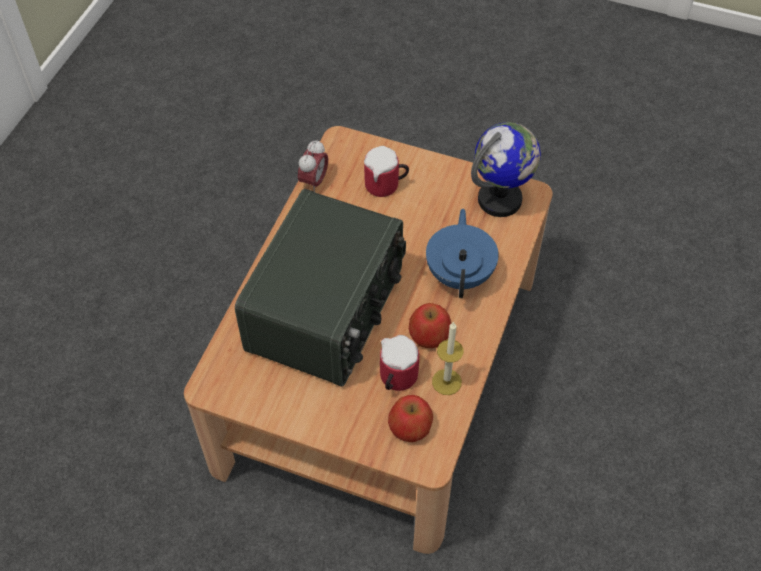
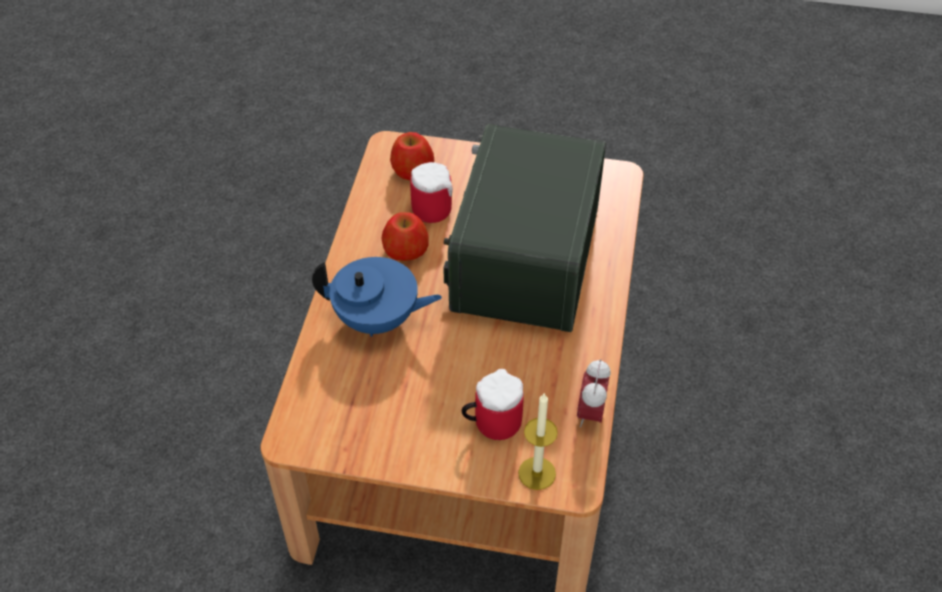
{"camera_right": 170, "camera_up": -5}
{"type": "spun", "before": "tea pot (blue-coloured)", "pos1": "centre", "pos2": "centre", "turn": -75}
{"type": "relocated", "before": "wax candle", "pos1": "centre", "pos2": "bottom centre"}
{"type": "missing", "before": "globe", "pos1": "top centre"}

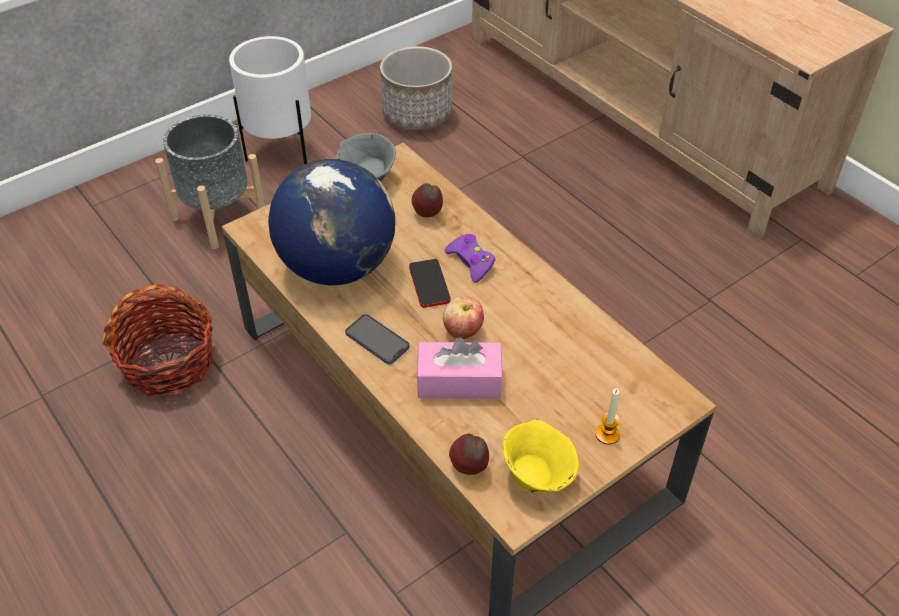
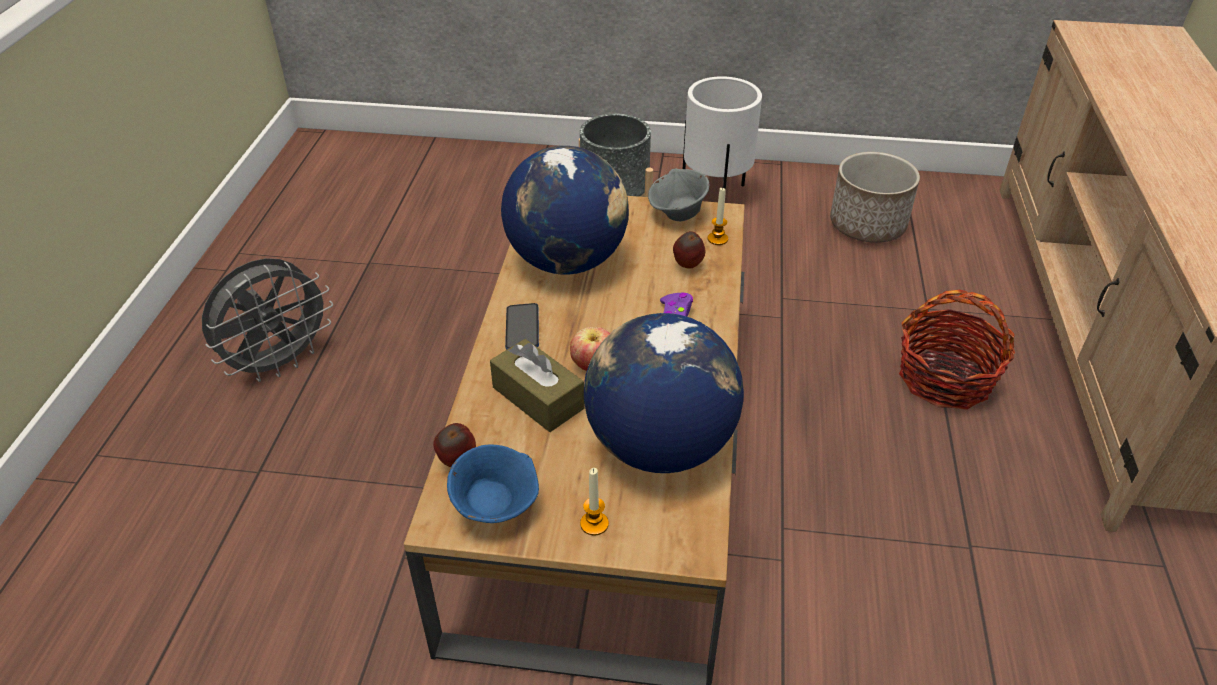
{"camera_right": 45, "camera_up": -5}
{"type": "relocated", "before": "household basket", "pos1": "middle left", "pos2": "middle right"}
{"type": "missing", "before": "handset (no. 2 from left)", "pos1": "centre"}
{"type": "colour", "before": "tissue holder (pink)", "after": "tissue holder (brown)", "pos1": "centre", "pos2": "centre"}
{"type": "colour", "before": "bowl (yellowish)", "after": "bowl (blue-coloured)", "pos1": "bottom centre", "pos2": "bottom centre"}
{"type": "appeared", "after": "cooling fan (grey)", "pos2": "middle left"}
{"type": "appeared", "after": "globe (no. 2 from left)", "pos2": "centre"}
{"type": "appeared", "after": "wax candle (no. 2 from left)", "pos2": "top centre"}

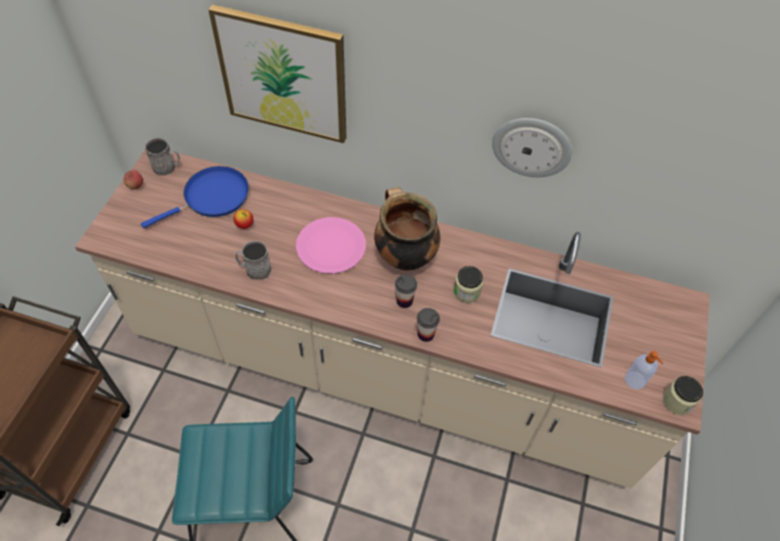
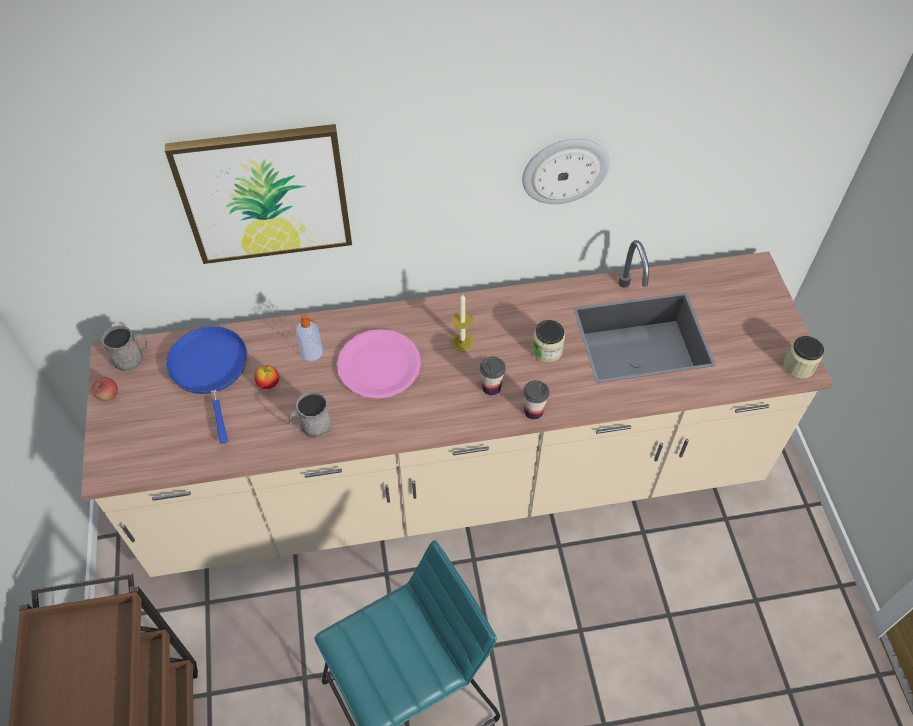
{"camera_right": -25, "camera_up": 0}
{"type": "spun", "before": "skillet (blue-coloured)", "pos1": "middle left", "pos2": "middle left", "turn": -45}
{"type": "exchanged", "before": "cooking pot", "after": "wax candle", "pos1": "centre", "pos2": "centre"}
{"type": "relocated", "before": "soap bottle", "pos1": "bottom right", "pos2": "centre"}

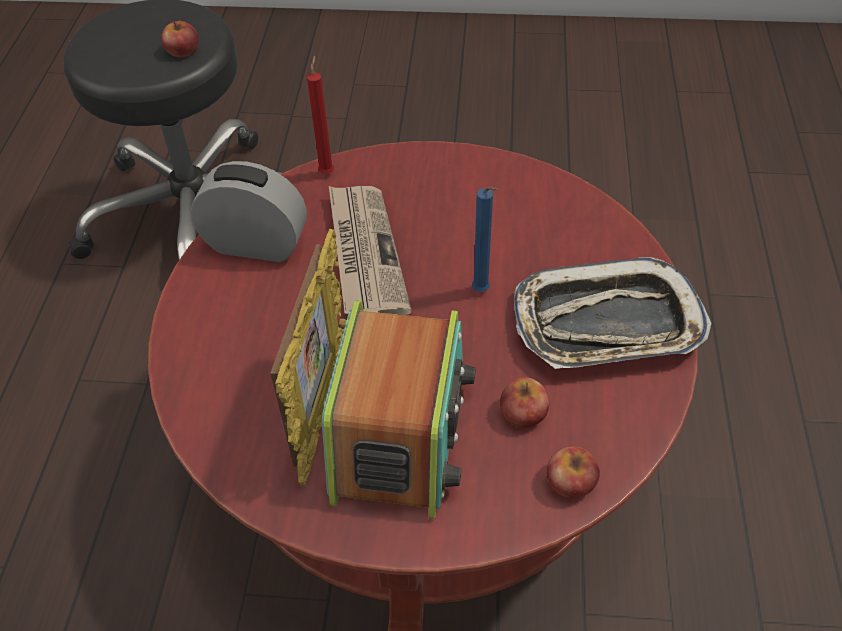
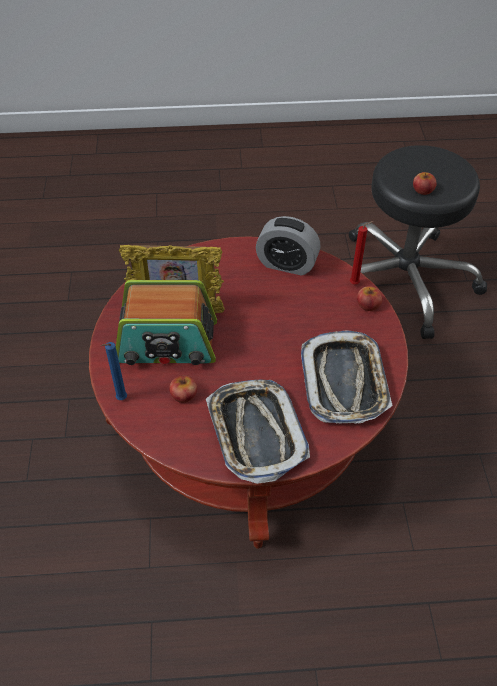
{"camera_right": 80, "camera_up": 0}
{"type": "spun", "before": "table clock", "pos1": "middle left", "pos2": "centre", "turn": 105}
{"type": "missing", "before": "newspaper", "pos1": "centre"}
{"type": "relocated", "before": "wax candle (blue-coloured)", "pos1": "centre", "pos2": "middle left"}
{"type": "relocated", "before": "whole apple (no. 3 from left in the first image)", "after": "whole apple (no. 2 from left)", "pos1": "bottom right", "pos2": "middle right"}
{"type": "appeared", "after": "tray (no. 2 from left)", "pos2": "middle right"}

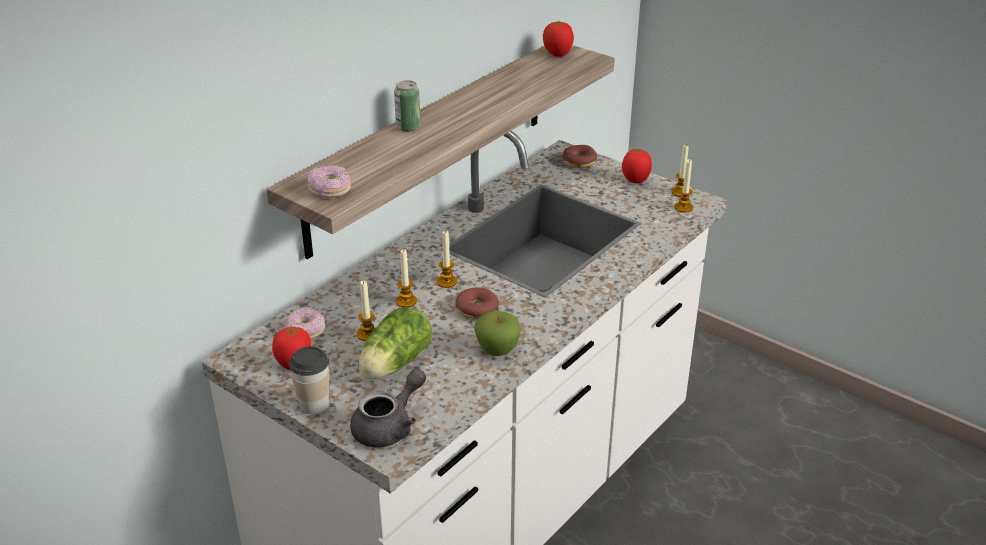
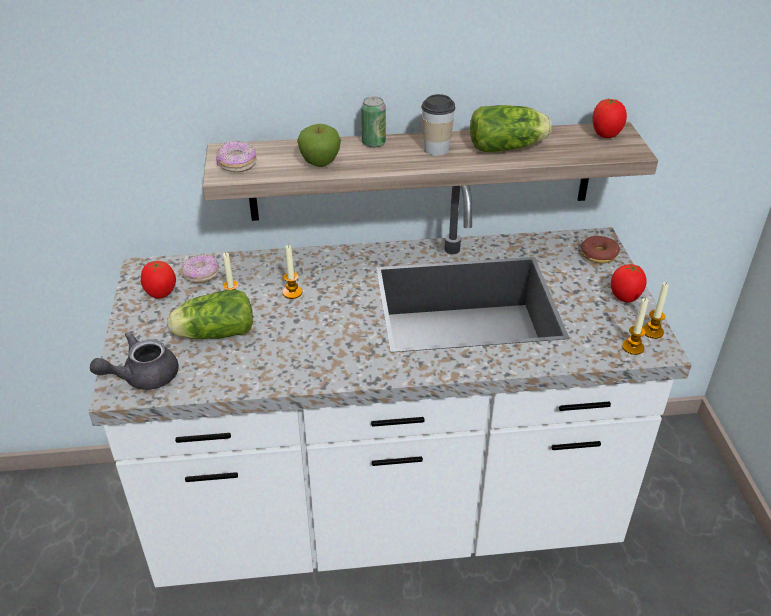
{"camera_right": 45, "camera_up": 5}
{"type": "relocated", "before": "cup", "pos1": "bottom left", "pos2": "top centre"}
{"type": "spun", "before": "tea pot (grey)", "pos1": "bottom centre", "pos2": "middle left", "turn": 150}
{"type": "missing", "before": "wax candle (no. 3 from left)", "pos1": "centre"}
{"type": "missing", "before": "donut (no. 3 from left)", "pos1": "centre"}
{"type": "relocated", "before": "whole apple", "pos1": "centre", "pos2": "top centre"}
{"type": "appeared", "after": "head of lettuce (no. 2 from left)", "pos2": "top centre"}

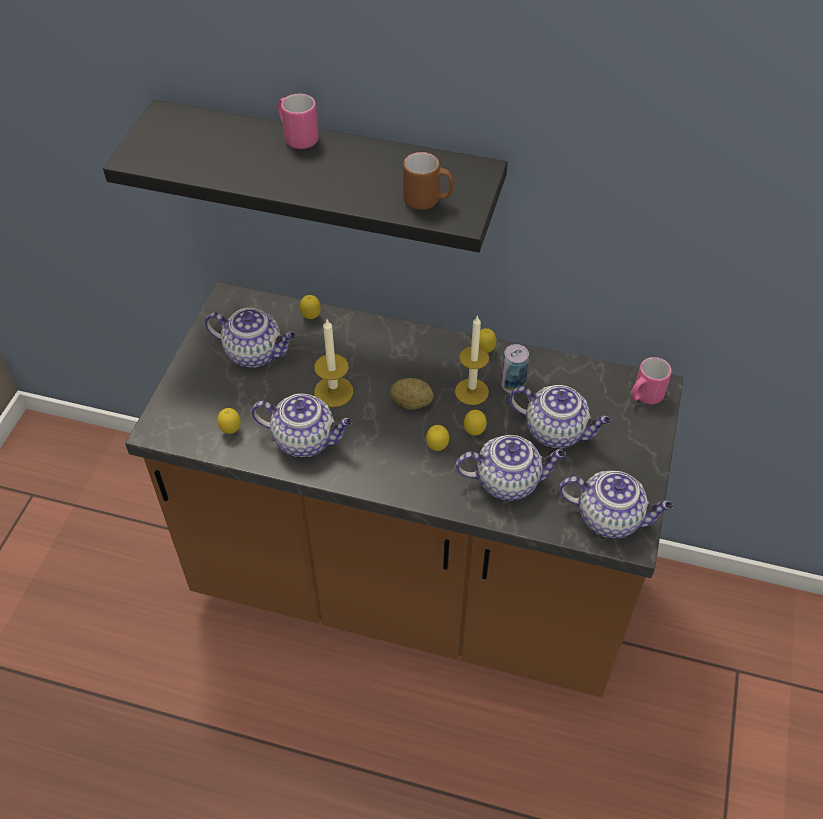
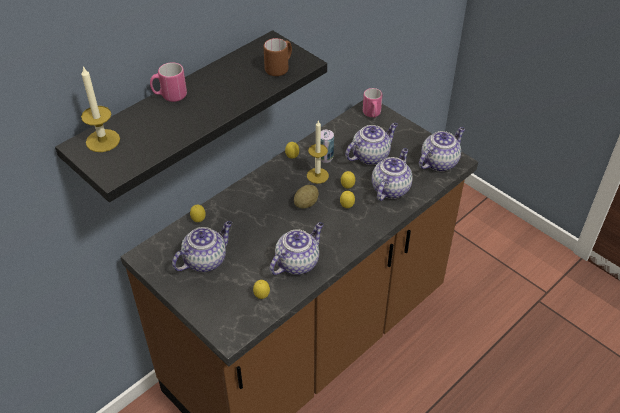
{"camera_right": -60, "camera_up": -5}
{"type": "relocated", "before": "wax candle (no. 1 from left)", "pos1": "centre", "pos2": "top left"}

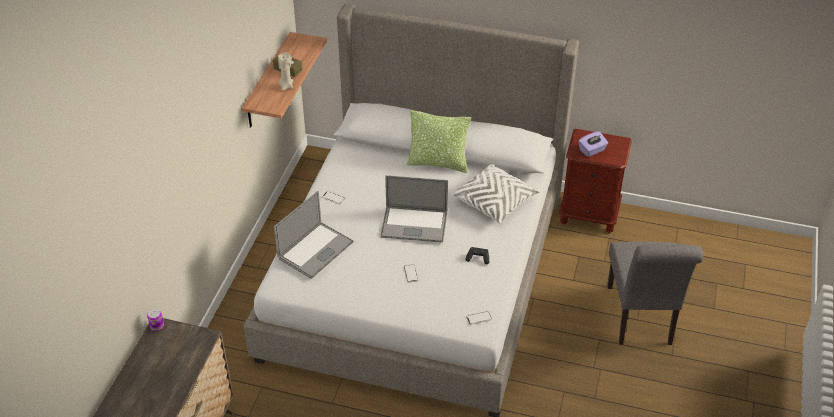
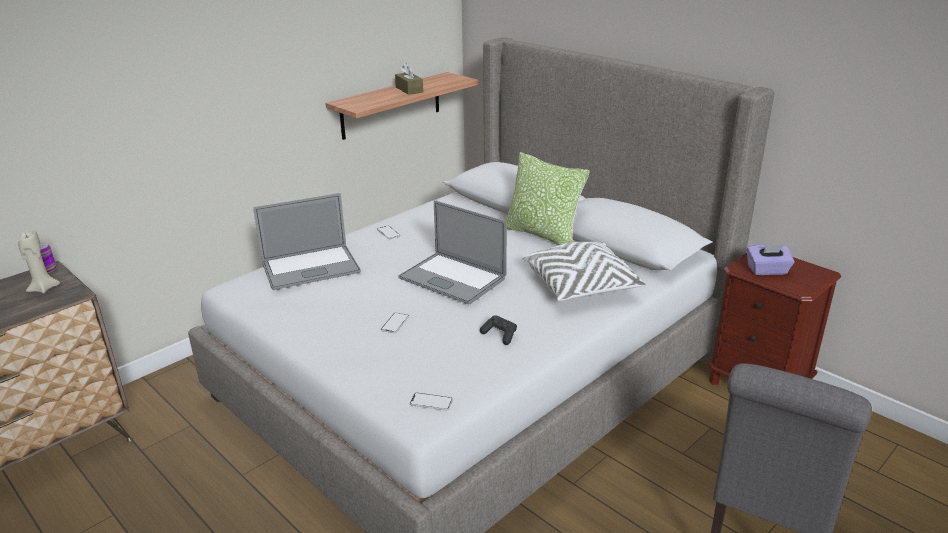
{"camera_right": 30, "camera_up": -15}
{"type": "relocated", "before": "wax candle (beige)", "pos1": "top centre", "pos2": "middle left"}

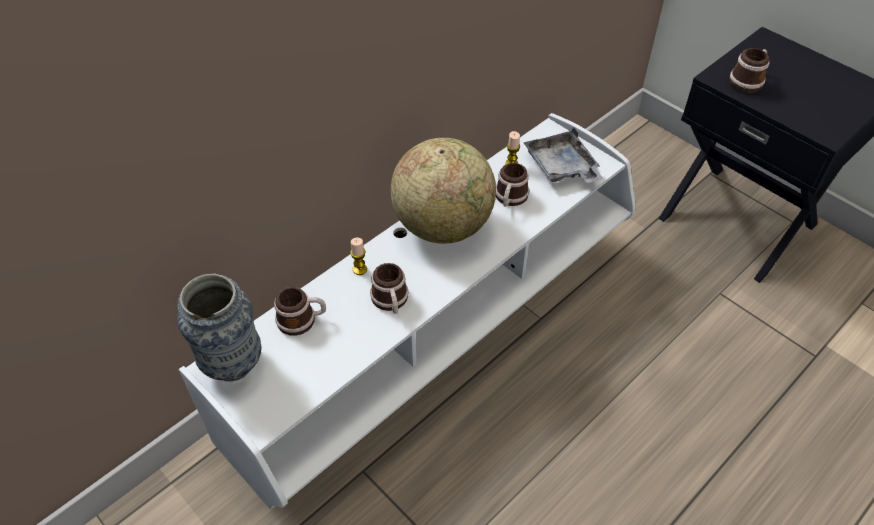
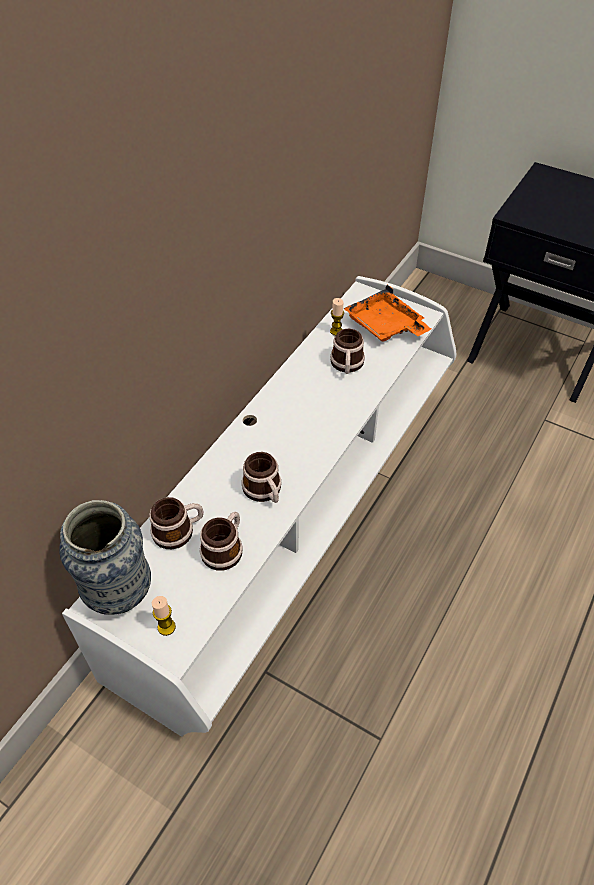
{"camera_right": -15, "camera_up": 0}
{"type": "relocated", "before": "wax candle (no. 1 from left)", "pos1": "centre", "pos2": "bottom left"}
{"type": "missing", "before": "globe", "pos1": "centre"}
{"type": "colour", "before": "tray (grey)", "after": "tray (orange-coloured)", "pos1": "top centre", "pos2": "centre"}
{"type": "relocated", "before": "coffee mug (no. 4 from left in the first image)", "after": "coffee mug (no. 2 from left)", "pos1": "top right", "pos2": "centre"}

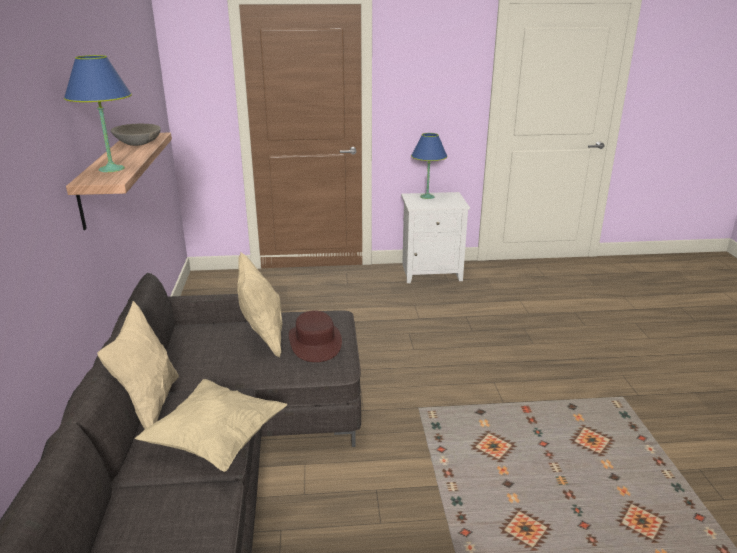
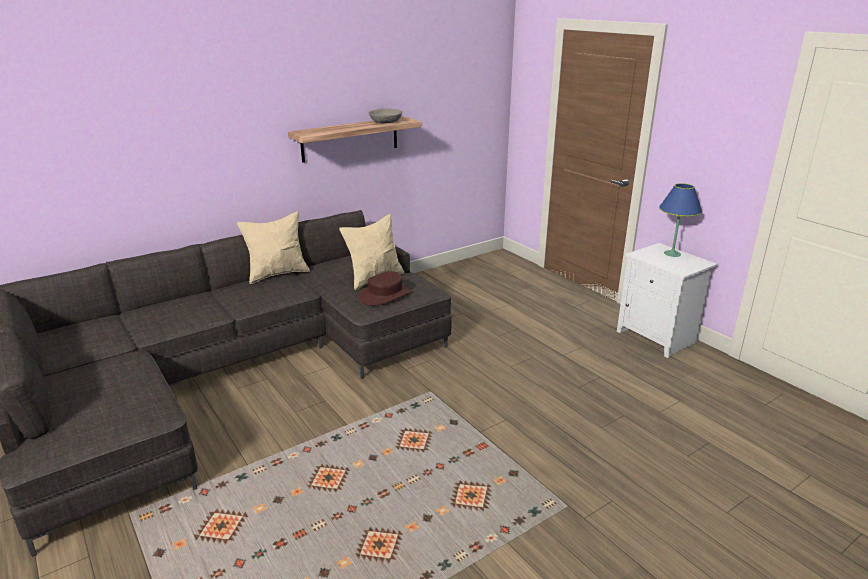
{"camera_right": 60, "camera_up": 0}
{"type": "missing", "before": "tabletop lamp (blue-coloured) (no. 1 from left)", "pos1": "top left"}
{"type": "missing", "before": "throw pillow (beige) (no. 2 from left)", "pos1": "bottom left"}

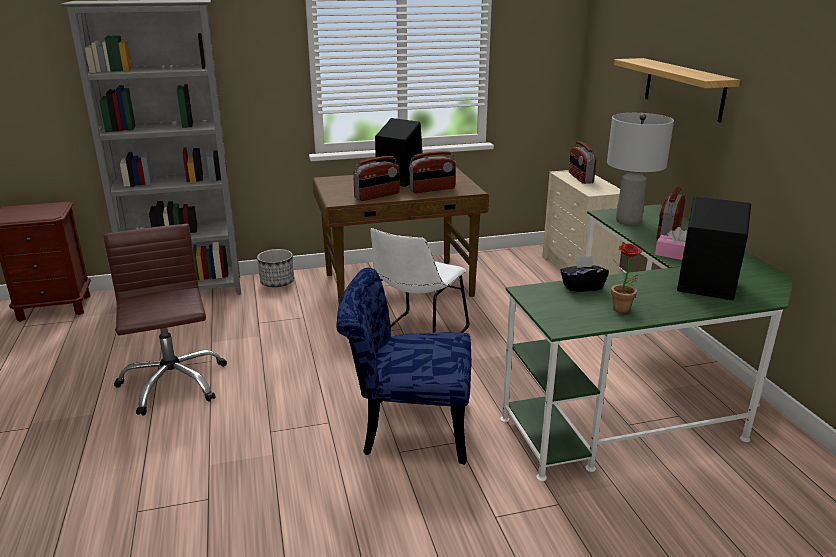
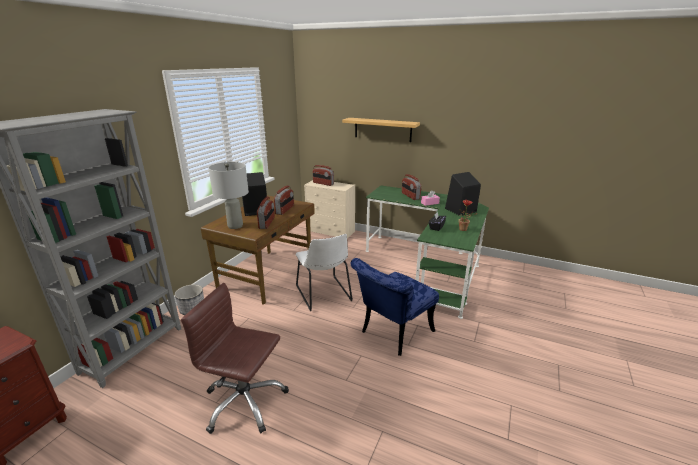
{"camera_right": -50, "camera_up": 0}
{"type": "relocated", "before": "tabletop lamp (grey)", "pos1": "top right", "pos2": "middle left"}

